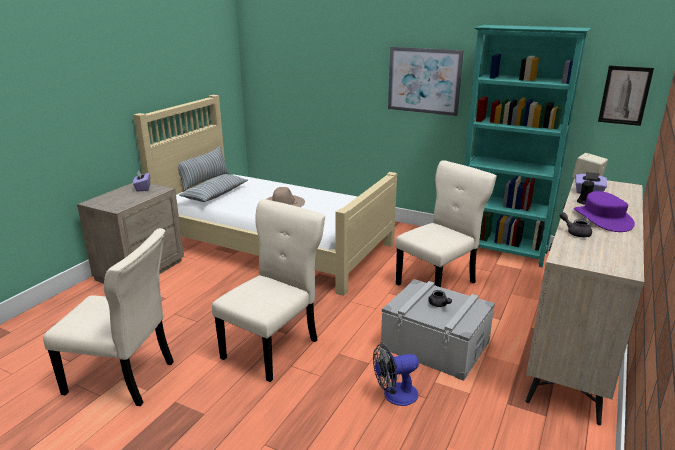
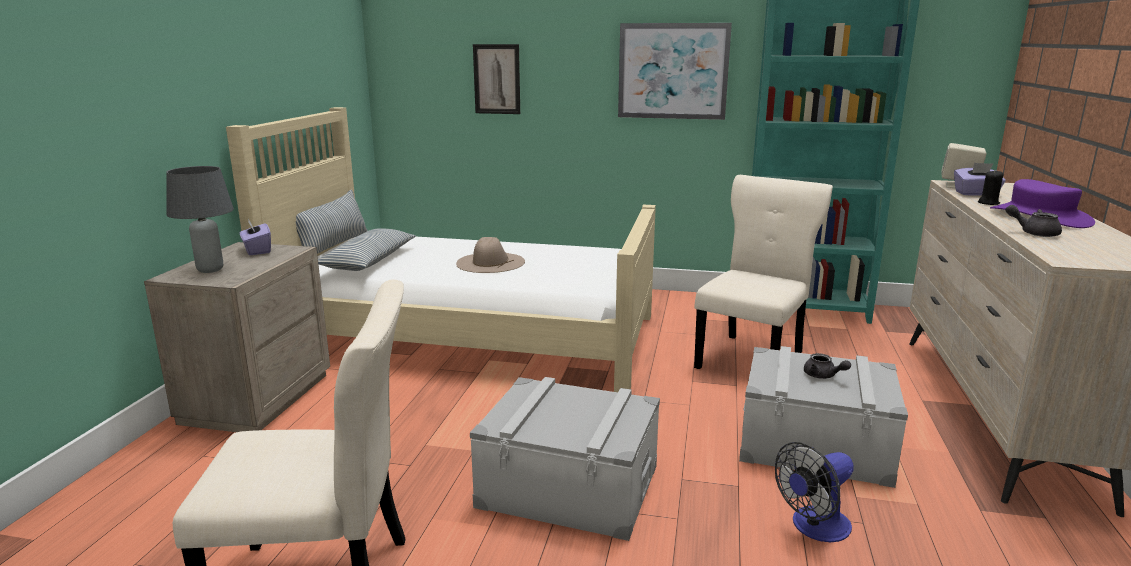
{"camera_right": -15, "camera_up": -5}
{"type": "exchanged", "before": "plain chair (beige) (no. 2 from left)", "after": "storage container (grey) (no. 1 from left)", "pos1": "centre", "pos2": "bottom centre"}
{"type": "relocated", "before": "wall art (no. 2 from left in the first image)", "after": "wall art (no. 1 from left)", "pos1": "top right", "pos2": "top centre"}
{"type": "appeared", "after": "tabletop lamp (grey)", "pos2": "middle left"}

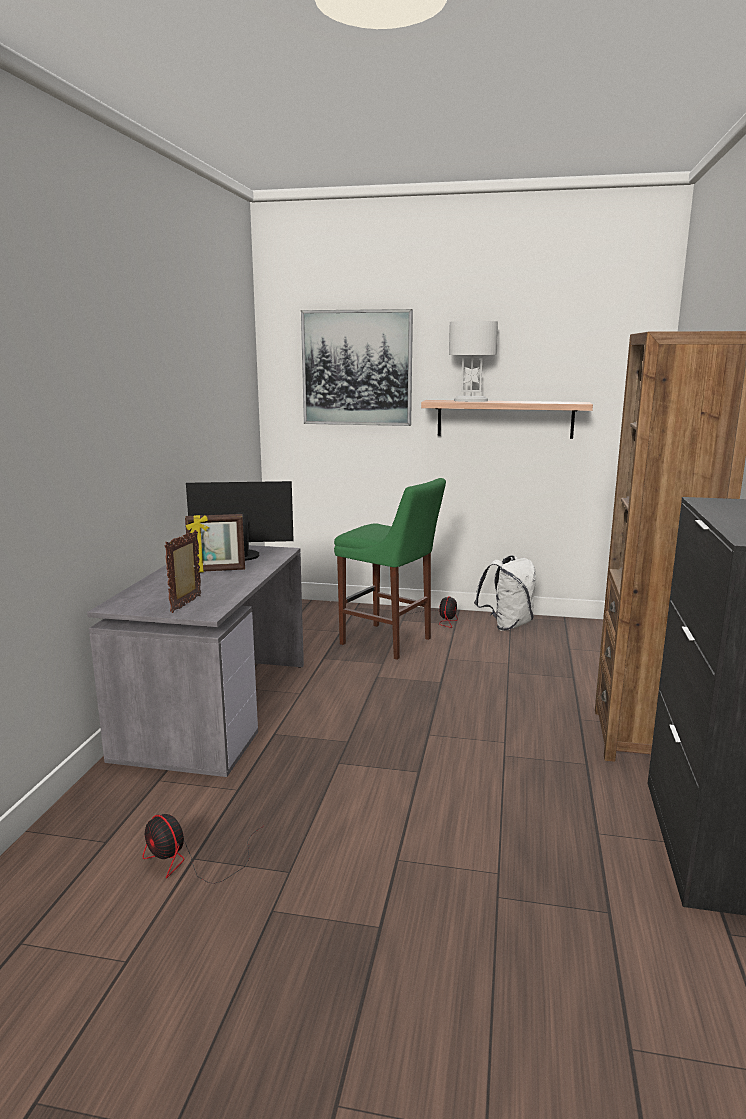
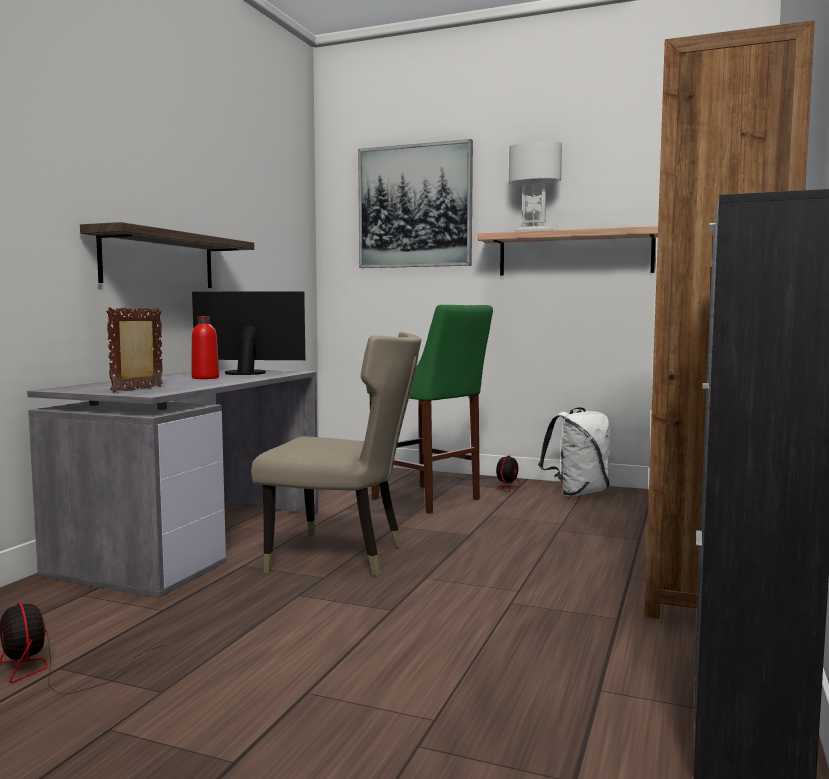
{"camera_right": 10, "camera_up": -10}
{"type": "exchanged", "before": "photo frame (no. 2 from left)", "after": "drink bottle (red-coloured)", "pos1": "middle left", "pos2": "middle left"}
{"type": "appeared", "after": "wall shelf (no. 1 from left)", "pos2": "top left"}
{"type": "appeared", "after": "plain chair (beige)", "pos2": "centre"}

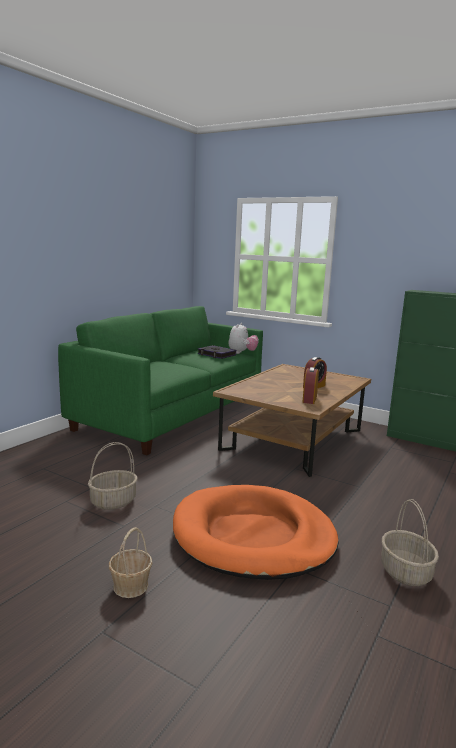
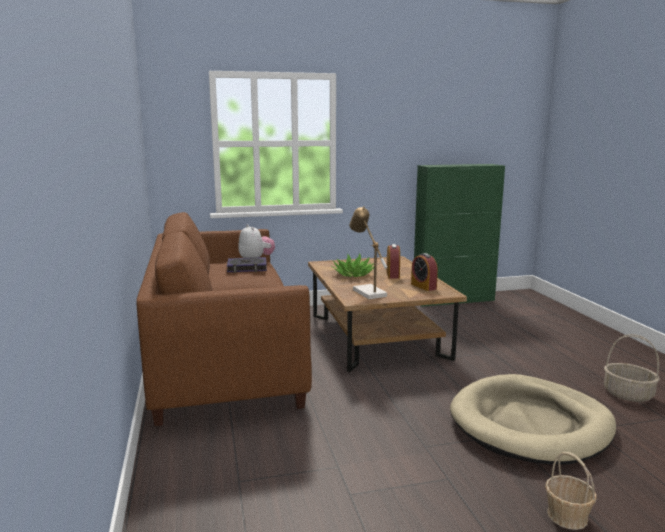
{"camera_right": -45, "camera_up": 0}
{"type": "colour", "before": "sofa (green-coloured)", "after": "sofa (brown)", "pos1": "centre", "pos2": "centre"}
{"type": "missing", "before": "household basket (no. 1 from left)", "pos1": "middle left"}
{"type": "colour", "before": "dog bed (orange-coloured)", "after": "dog bed (beige)", "pos1": "bottom centre", "pos2": "bottom right"}
{"type": "appeared", "after": "plant in a pot", "pos2": "centre"}
{"type": "appeared", "after": "tabletop lamp", "pos2": "centre"}

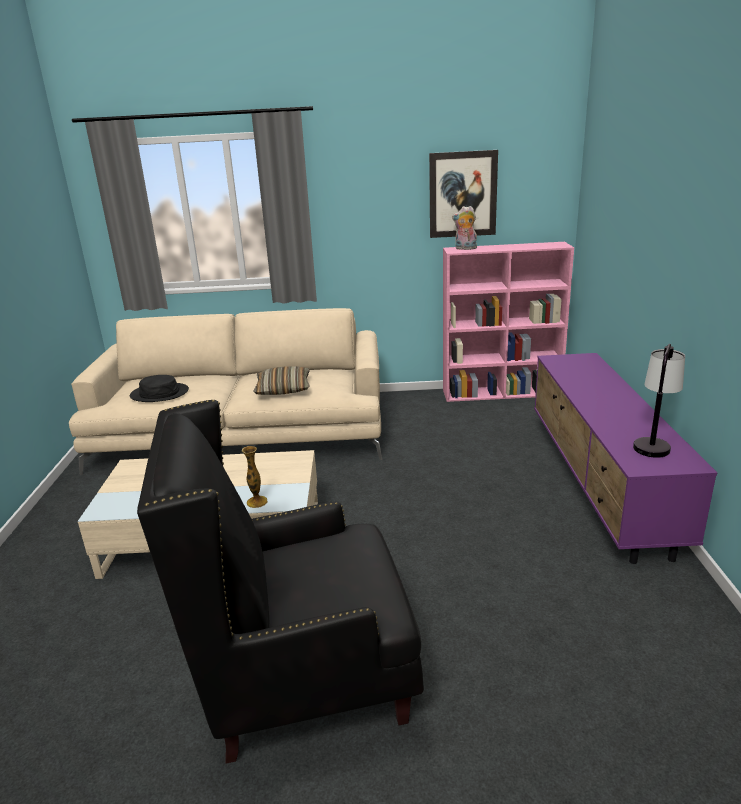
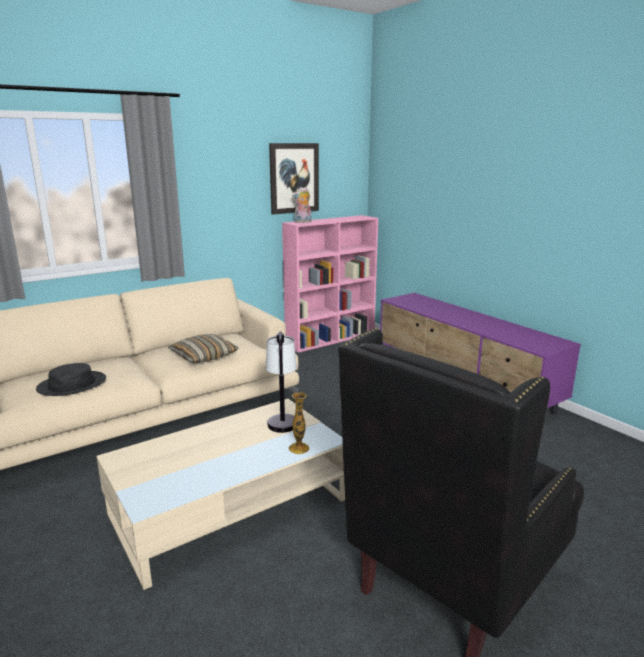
{"camera_right": -35, "camera_up": -5}
{"type": "relocated", "before": "tabletop lamp", "pos1": "middle right", "pos2": "centre"}

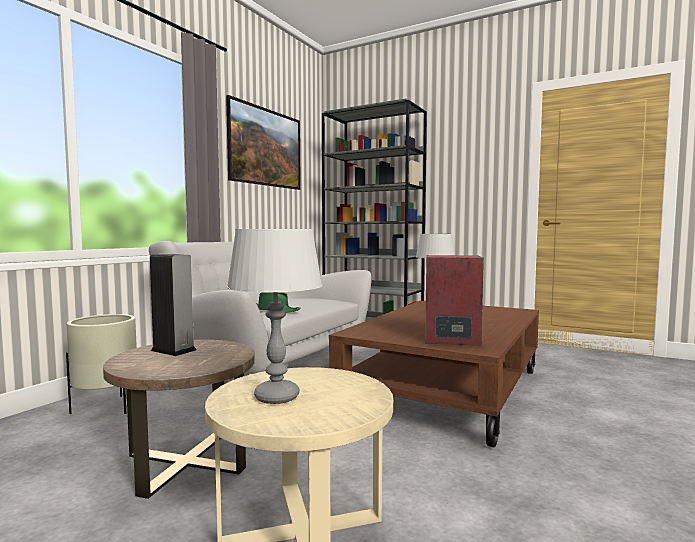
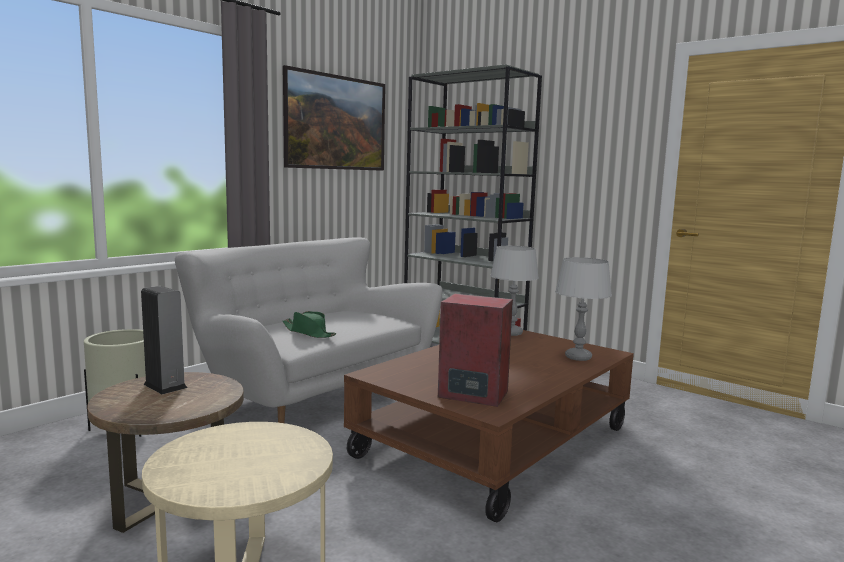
{"camera_right": 10, "camera_up": 5}
{"type": "relocated", "before": "tabletop lamp (grey) (no. 1 from left in the first image)", "after": "tabletop lamp (grey) (no. 2 from left)", "pos1": "centre", "pos2": "middle right"}

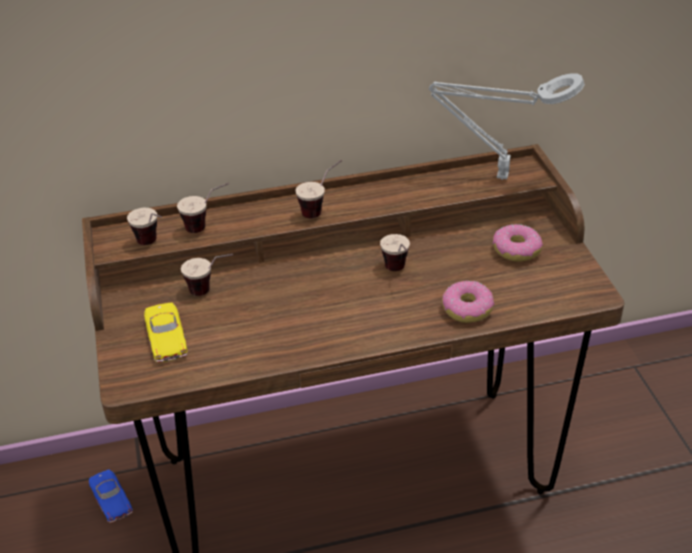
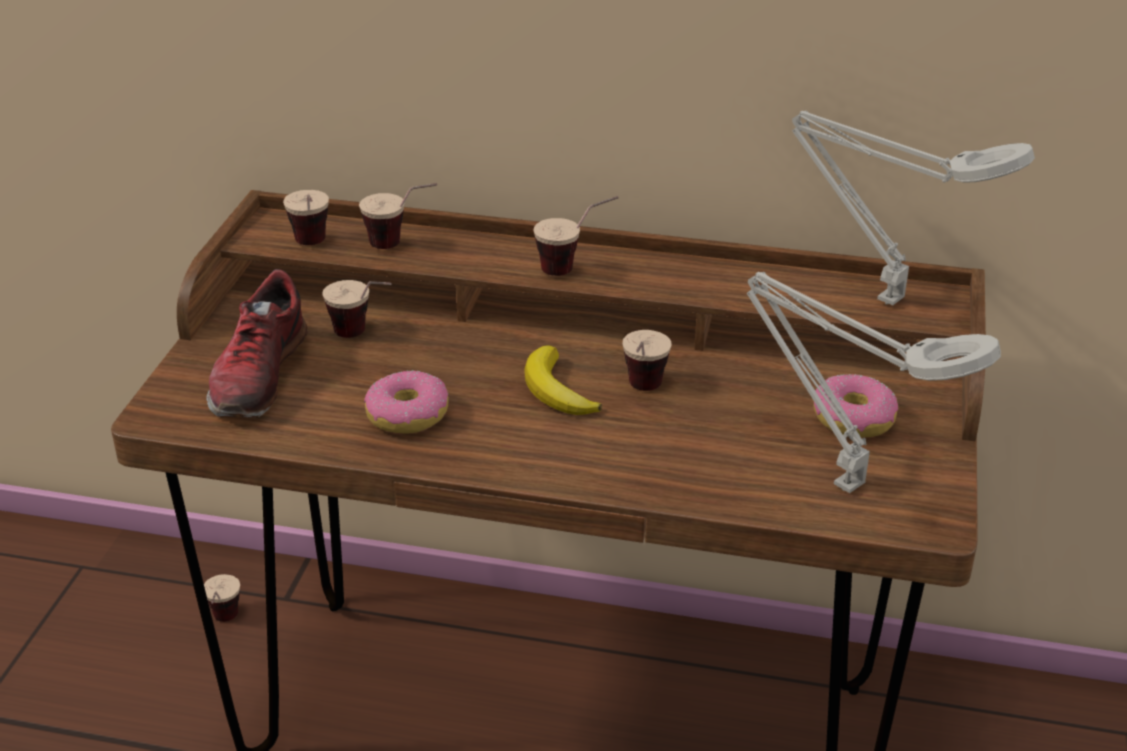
{"camera_right": 25, "camera_up": -5}
{"type": "exchanged", "before": "model car (blue-coloured)", "after": "cup (no. 1 from left)", "pos1": "bottom left", "pos2": "bottom left"}
{"type": "exchanged", "before": "model car (yellowish)", "after": "low shoe", "pos1": "middle left", "pos2": "middle left"}
{"type": "relocated", "before": "donut (no. 1 from left)", "pos1": "middle right", "pos2": "centre"}
{"type": "appeared", "after": "banana", "pos2": "centre"}
{"type": "appeared", "after": "tabletop lamp (grey) (no. 1 from left)", "pos2": "middle right"}

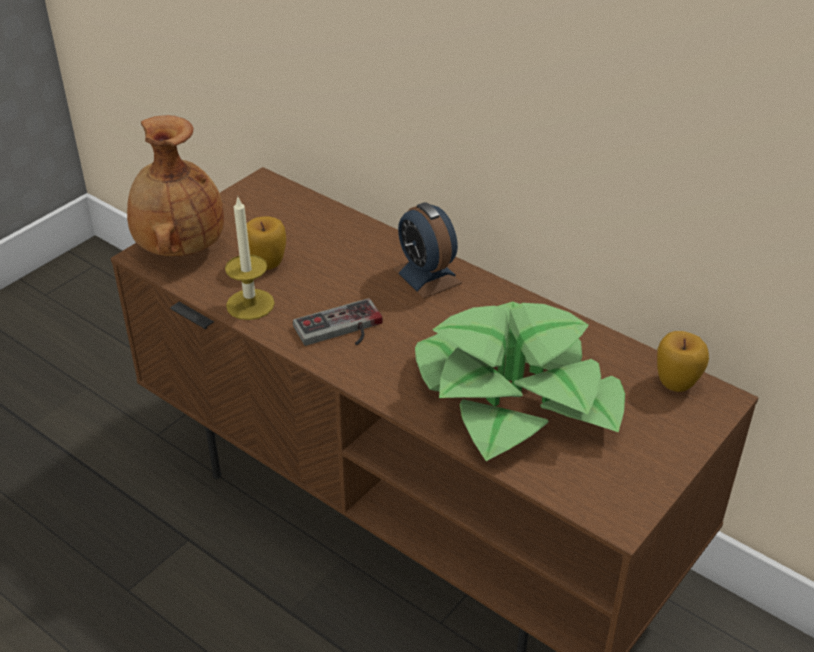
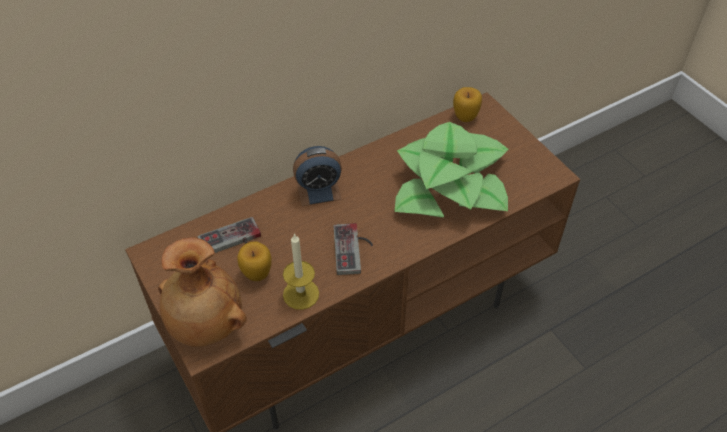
{"camera_right": -70, "camera_up": 10}
{"type": "appeared", "after": "game controller (no. 1 from left)", "pos2": "middle left"}

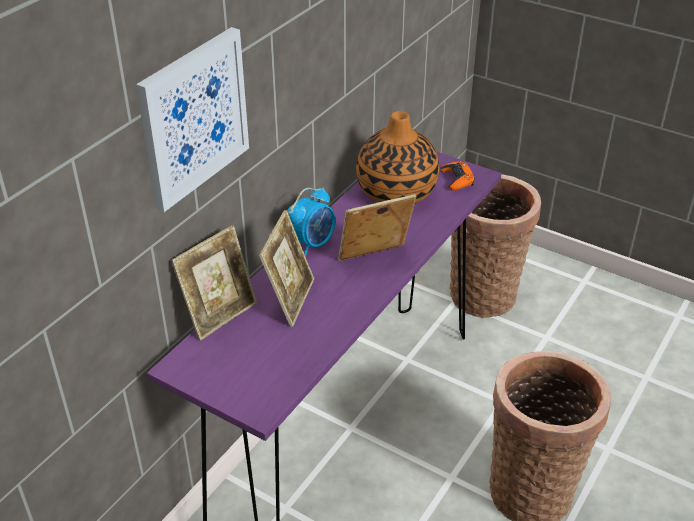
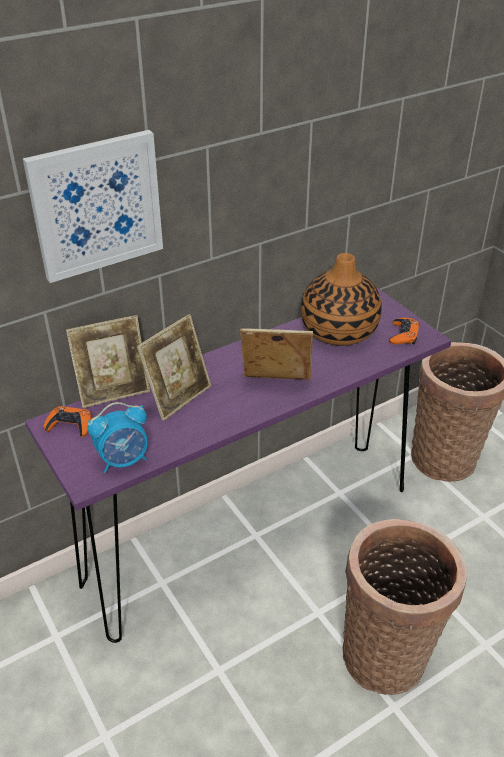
{"camera_right": 25, "camera_up": 0}
{"type": "relocated", "before": "table clock", "pos1": "centre", "pos2": "middle left"}
{"type": "appeared", "after": "game controller (orange-coloured) (no. 1 from left)", "pos2": "middle left"}

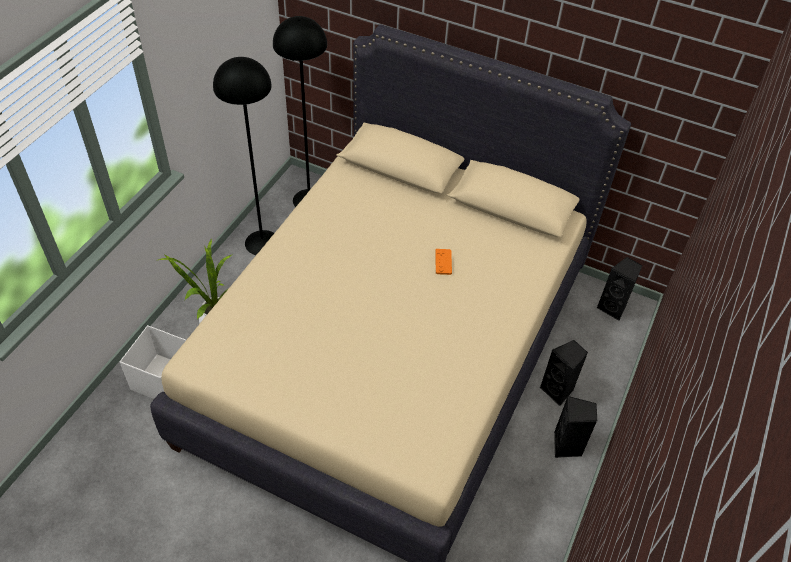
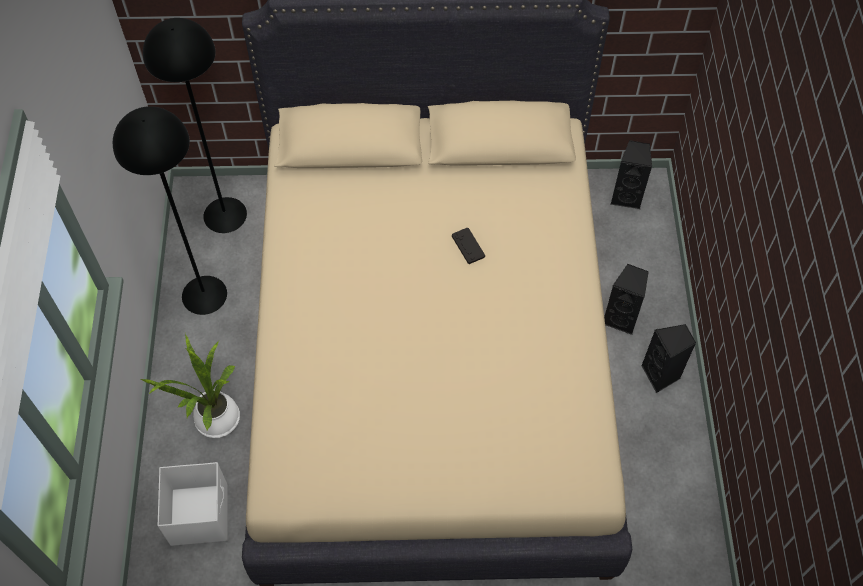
{"camera_right": -25, "camera_up": 10}
{"type": "colour", "before": "game controller (orange-coloured)", "after": "game controller (blackish)", "pos1": "centre", "pos2": "centre"}

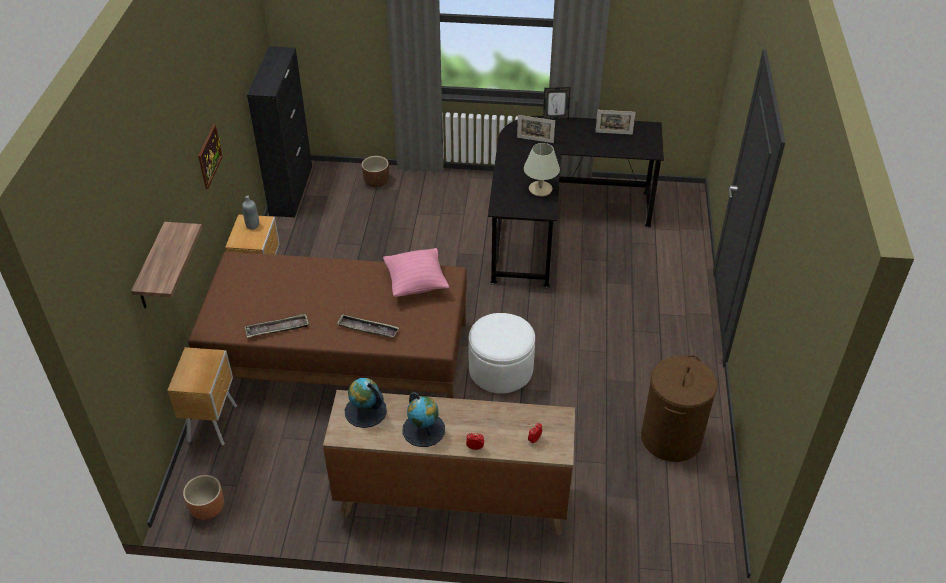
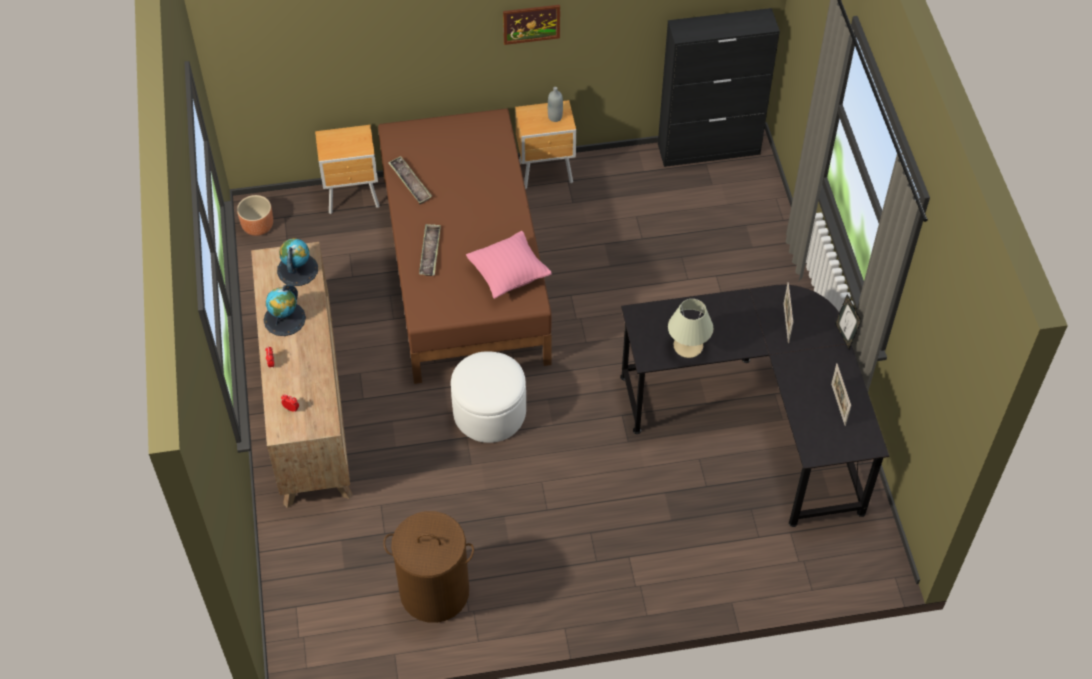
{"camera_right": 75, "camera_up": 10}
{"type": "missing", "before": "wall shelf", "pos1": "middle left"}
{"type": "missing", "before": "plant pot (brown) (no. 2 from left)", "pos1": "top centre"}

